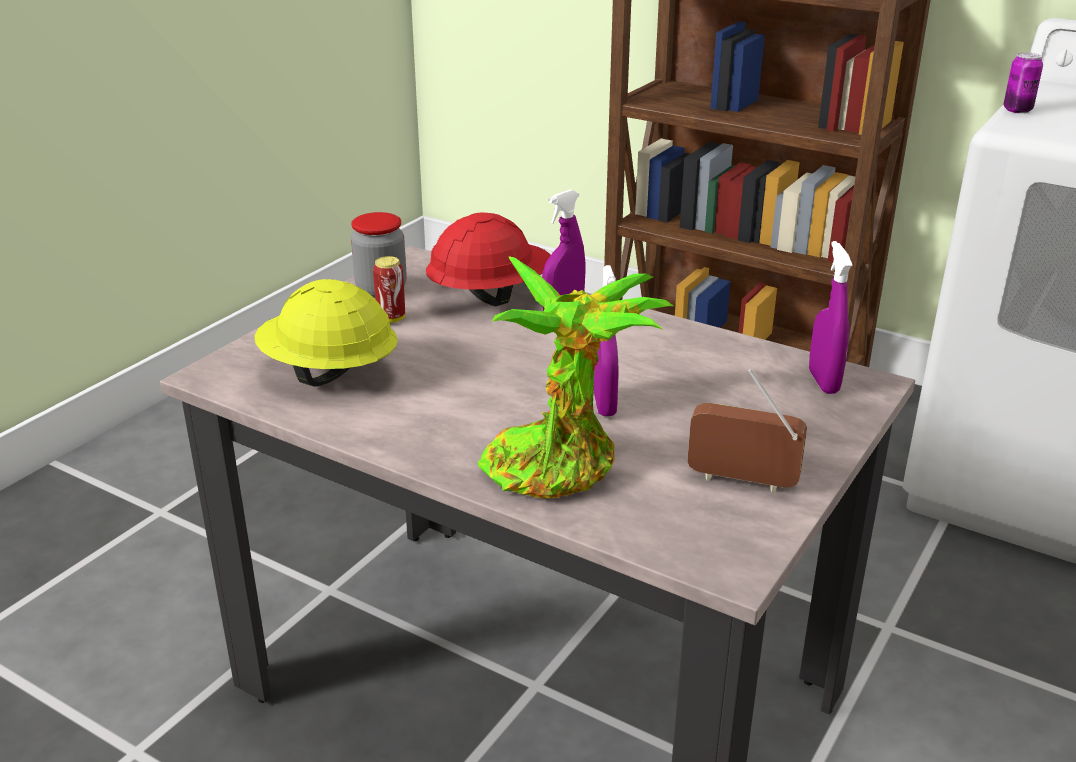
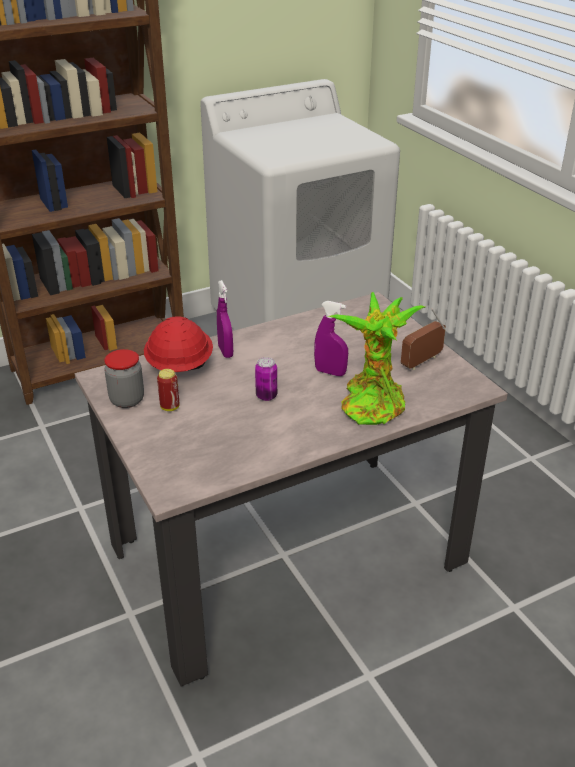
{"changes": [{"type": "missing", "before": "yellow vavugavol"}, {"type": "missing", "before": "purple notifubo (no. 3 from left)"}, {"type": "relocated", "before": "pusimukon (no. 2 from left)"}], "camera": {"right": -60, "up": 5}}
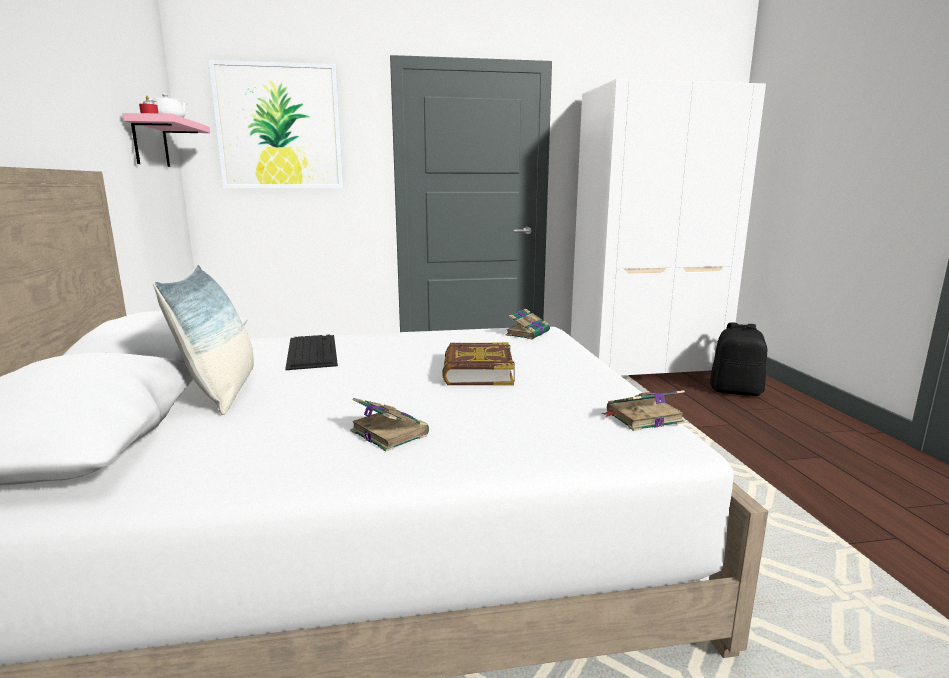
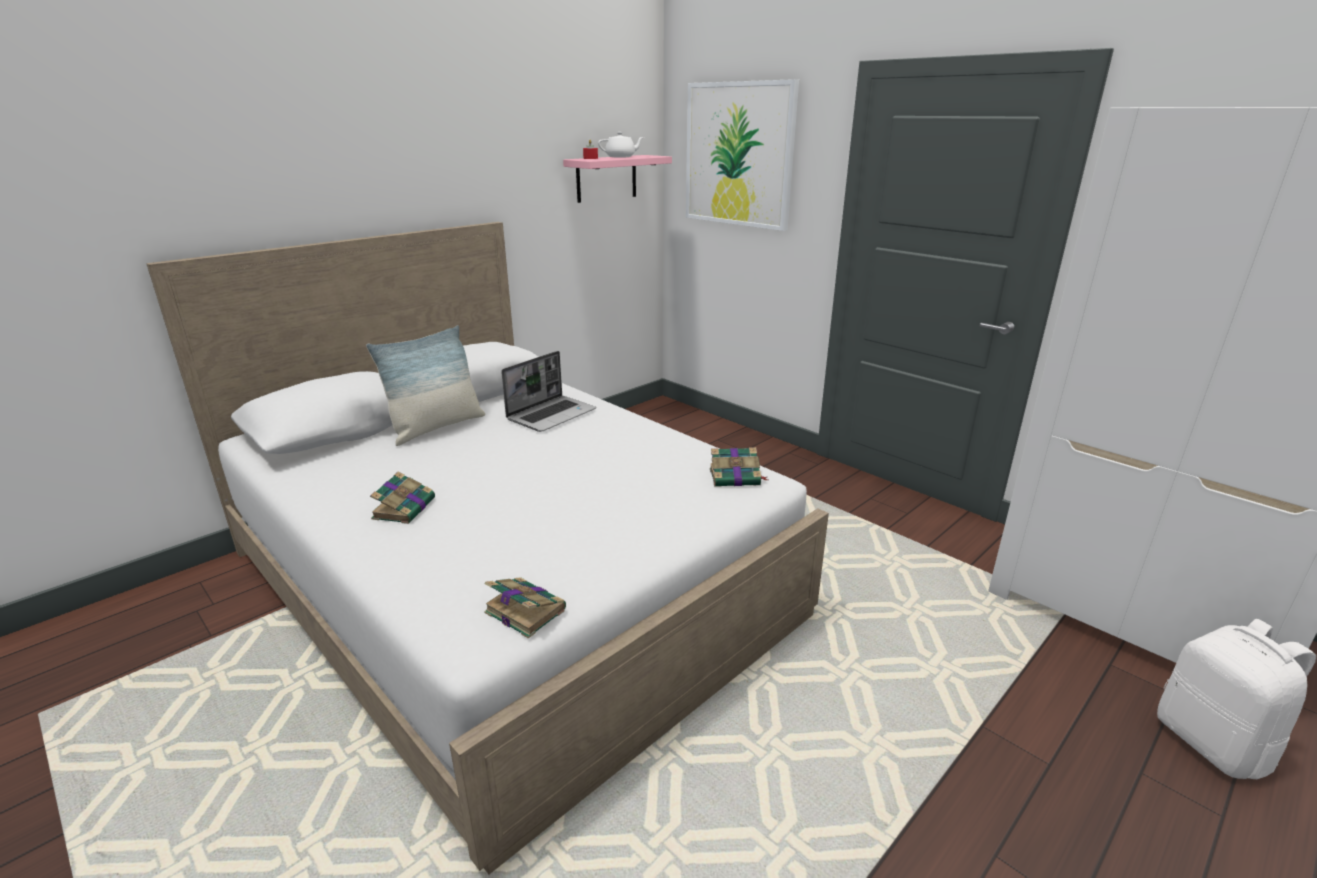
{"changes": [{"type": "missing", "before": "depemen (no. 2 from left)"}, {"type": "exchanged", "before": "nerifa", "after": "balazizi"}, {"type": "colour", "before": "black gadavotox", "after": "white gadavotox"}], "camera": {"right": 55, "up": 10}}
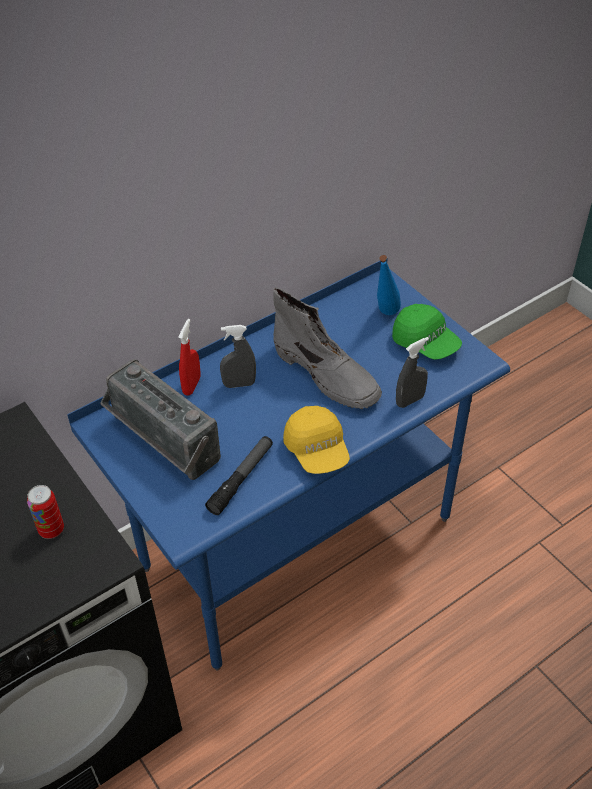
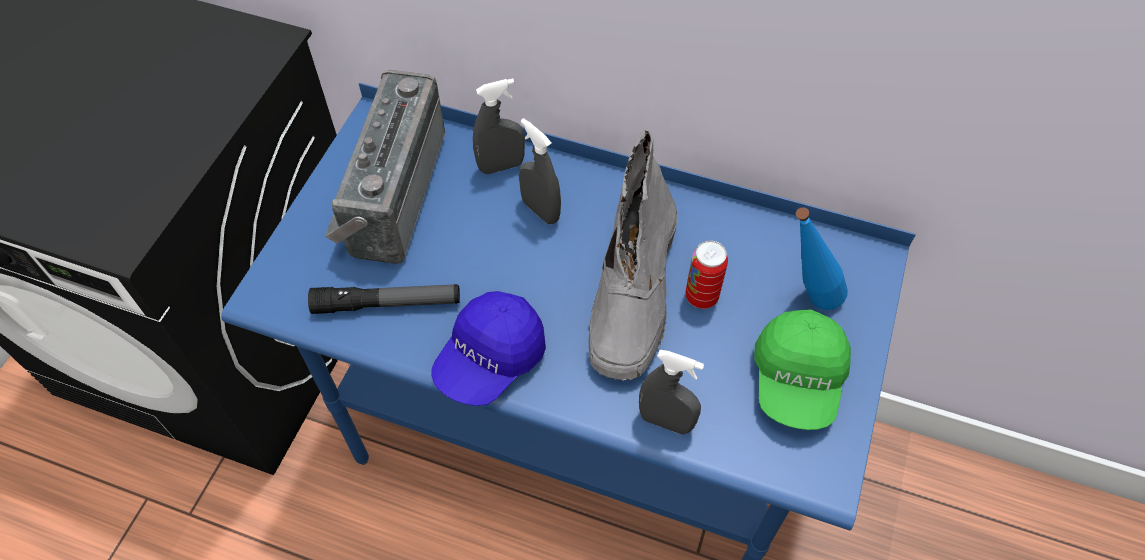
{"changes": [{"type": "relocated", "before": "pusimukon"}, {"type": "colour", "before": "red notifubo", "after": "grey notifubo (no. 1 from left)"}, {"type": "colour", "before": "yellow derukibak", "after": "blue derukibak"}], "camera": {"right": 55, "up": 10}}
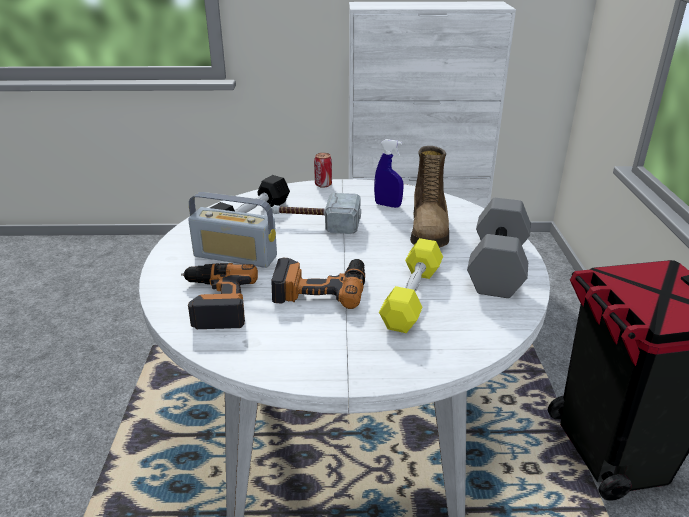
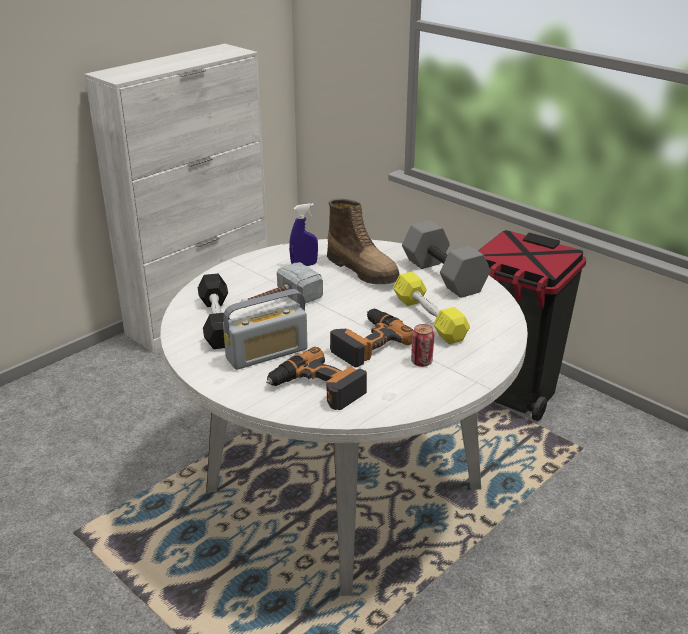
{"changes": [{"type": "relocated", "before": "pusimukon"}], "camera": {"right": -45, "up": 0}}
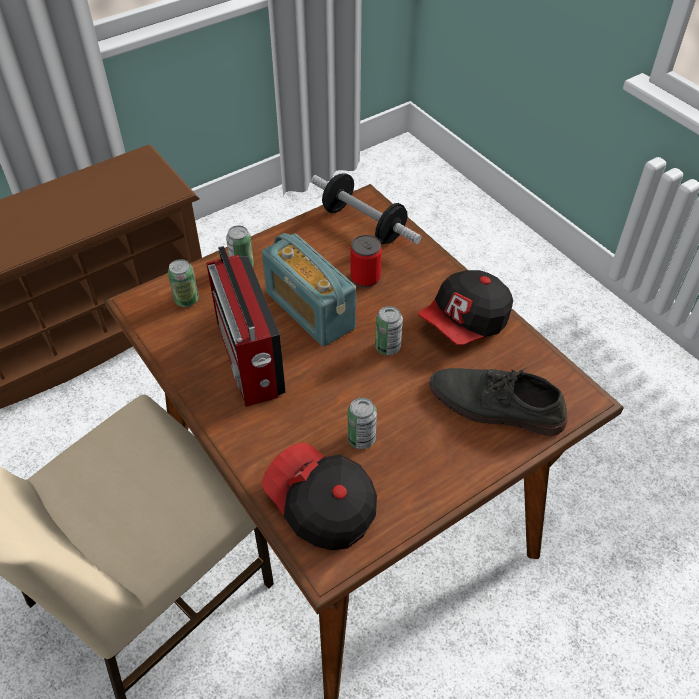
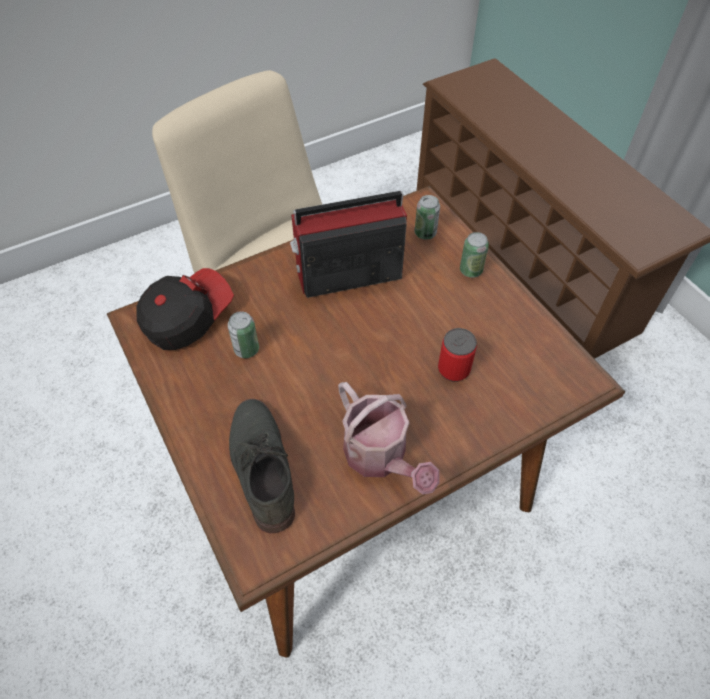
{"changes": [{"type": "missing", "before": "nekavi (no. 2 from left)"}, {"type": "missing", "before": "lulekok"}, {"type": "missing", "before": "pusimukon (no. 5 from left)"}, {"type": "exchanged", "before": "derukibak (no. 2 from left)", "after": "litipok"}, {"type": "spun", "before": "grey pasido", "turn": -45}], "camera": {"right": 95, "up": 5}}
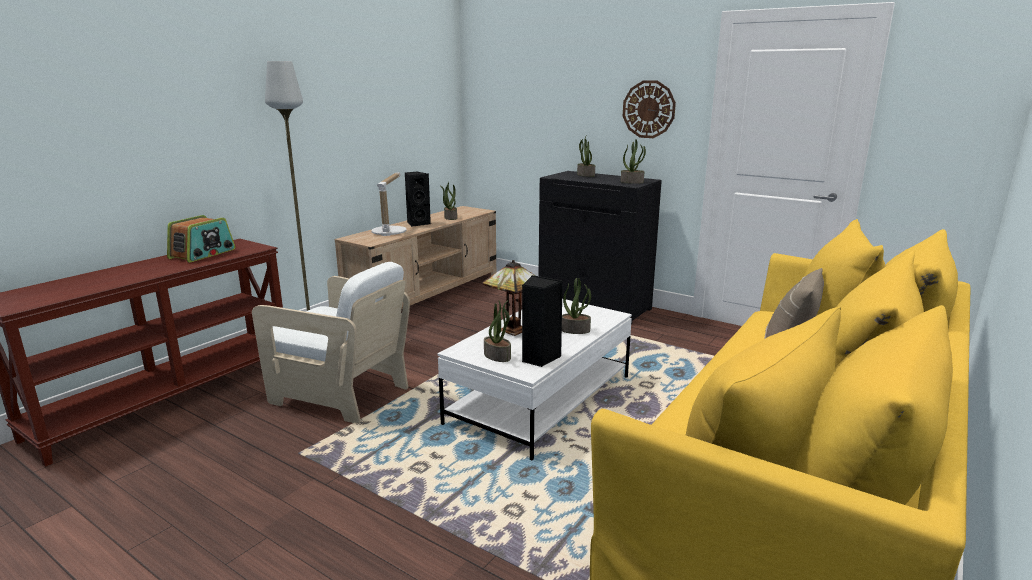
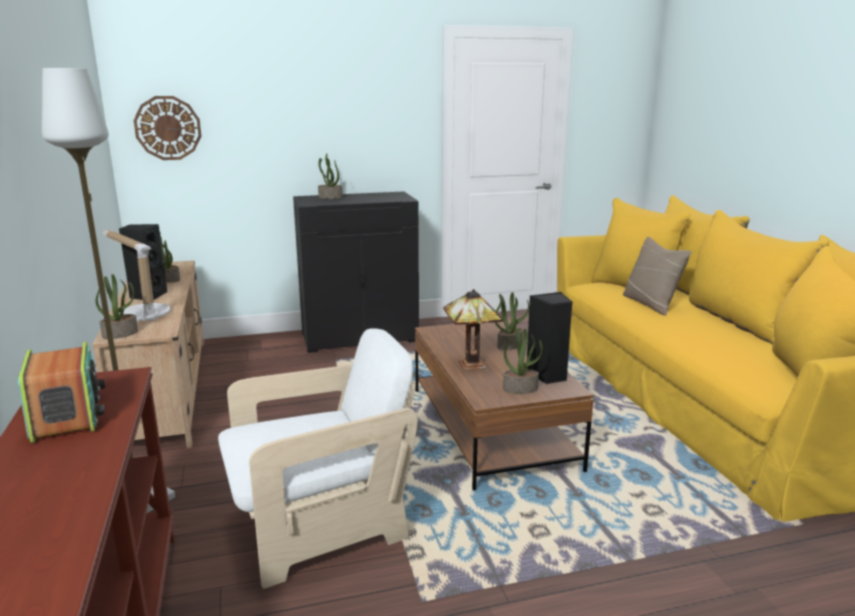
{"changes": [{"type": "relocated", "before": "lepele (no. 5 from left in the first image)", "after": "lepele (no. 1 from left)"}, {"type": "relocated", "before": "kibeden"}, {"type": "colour", "before": "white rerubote", "after": "brown rerubote"}], "camera": {"right": -50, "up": 0}}
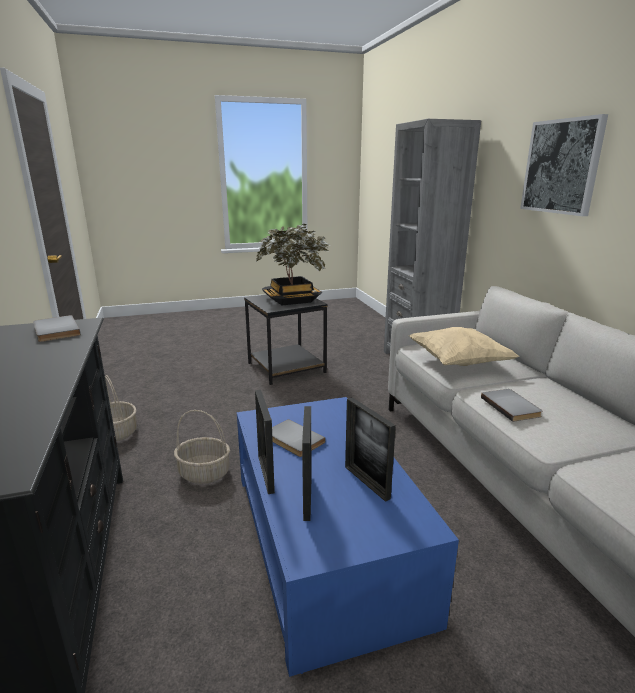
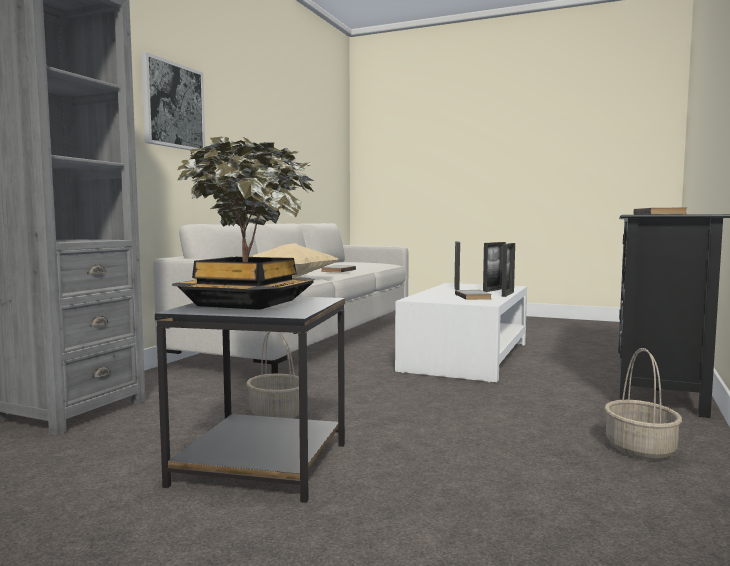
{"changes": [{"type": "relocated", "before": "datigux (no. 2 from left in the first image)", "after": "datigux (no. 1 from left)"}, {"type": "colour", "before": "blue rerubote", "after": "white rerubote"}], "camera": {"right": -140, "up": -15}}
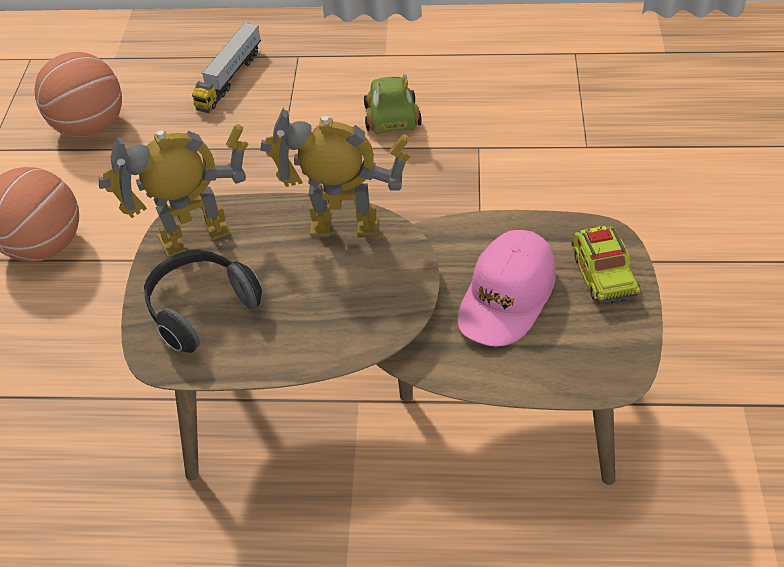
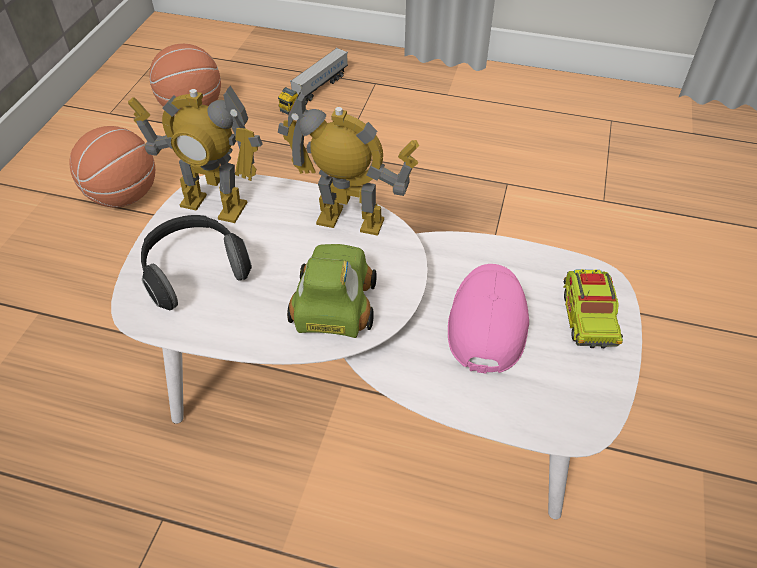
{"changes": [{"type": "relocated", "before": "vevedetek"}, {"type": "colour", "before": "brown rerubote", "after": "white rerubote"}, {"type": "spun", "before": "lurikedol (no. 1 from left)", "turn": -150}, {"type": "spun", "before": "pink derukibak", "turn": 150}], "camera": {"right": 10, "up": 0}}
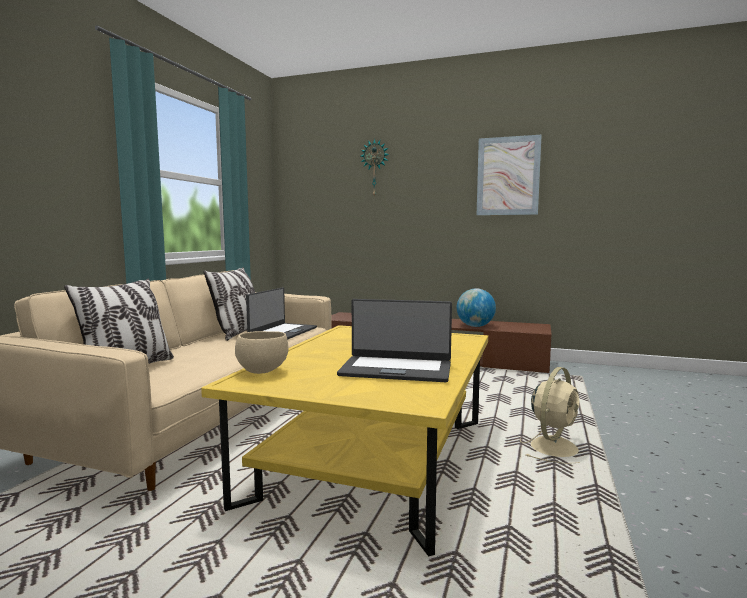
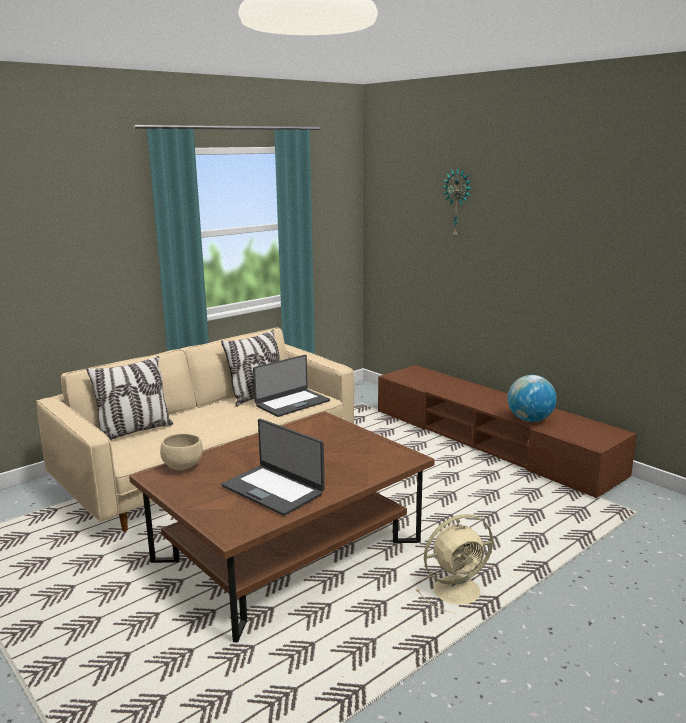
{"changes": [{"type": "missing", "before": "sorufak"}, {"type": "colour", "before": "yellow rerubote", "after": "brown rerubote"}], "camera": {"right": 30, "up": 10}}
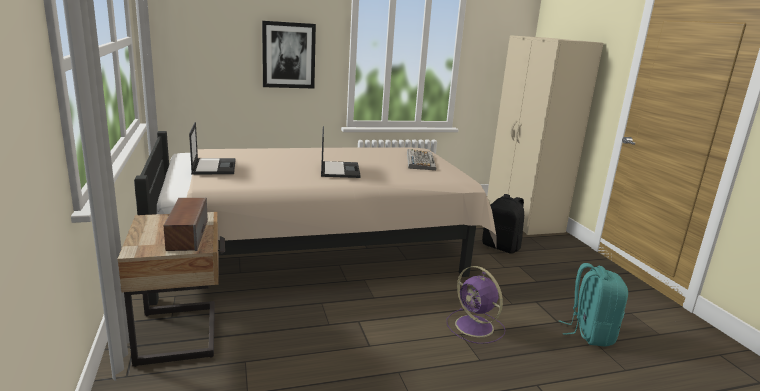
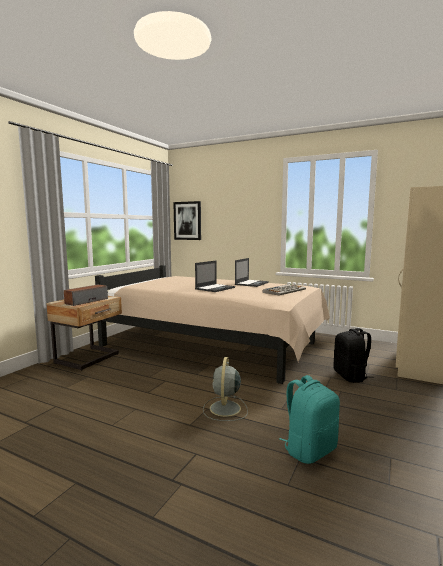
{"changes": [{"type": "relocated", "before": "balazizi (no. 1 from left in the first image)", "after": "balazizi (no. 2 from left)"}, {"type": "relocated", "before": "sorufak"}, {"type": "colour", "before": "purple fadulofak", "after": "grey fadulofak"}], "camera": {"right": 45, "up": -10}}
